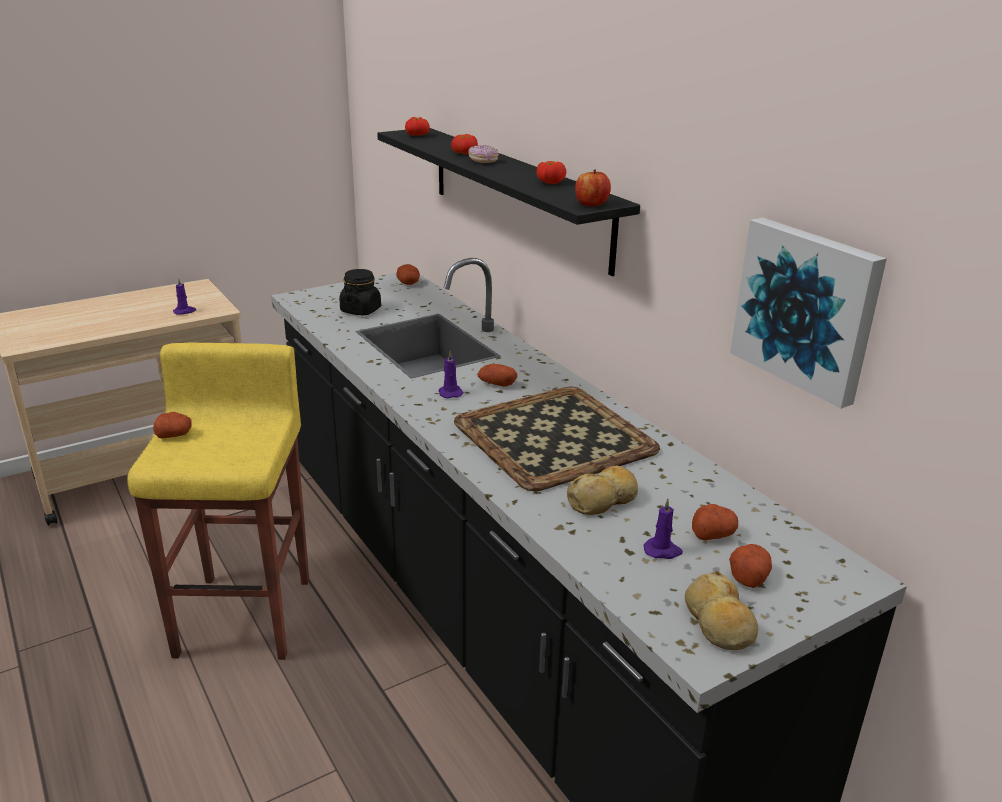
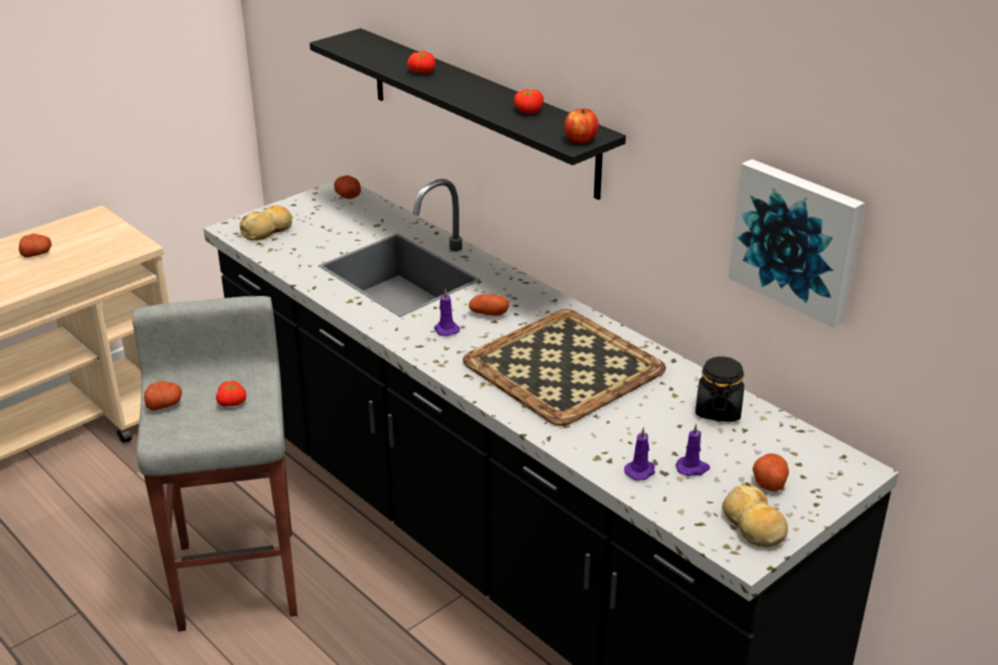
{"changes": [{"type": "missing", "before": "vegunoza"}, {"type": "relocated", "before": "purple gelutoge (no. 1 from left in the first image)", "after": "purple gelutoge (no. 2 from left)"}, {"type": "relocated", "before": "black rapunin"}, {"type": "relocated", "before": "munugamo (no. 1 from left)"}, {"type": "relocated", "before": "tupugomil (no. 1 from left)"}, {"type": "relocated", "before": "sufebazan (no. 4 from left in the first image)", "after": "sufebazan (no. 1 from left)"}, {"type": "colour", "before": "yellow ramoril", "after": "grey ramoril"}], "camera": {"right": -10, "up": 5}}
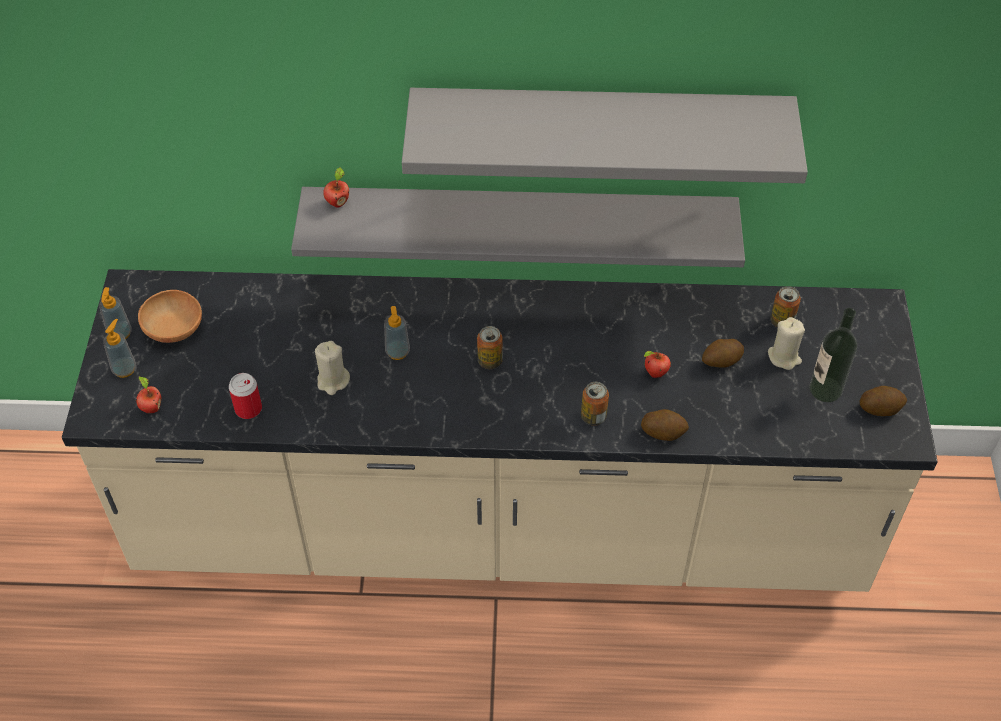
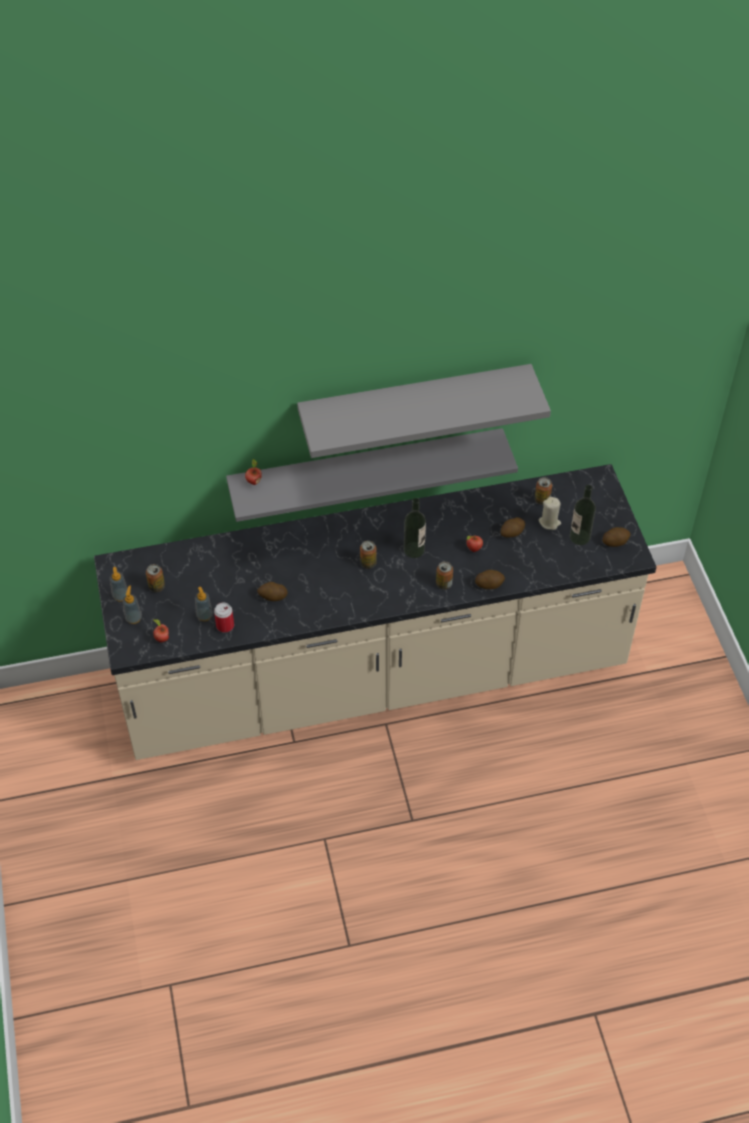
{"changes": [{"type": "appeared", "after": "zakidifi (no. 1 from left)"}, {"type": "relocated", "before": "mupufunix (no. 3 from left)"}, {"type": "exchanged", "before": "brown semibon", "after": "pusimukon (no. 1 from left)"}, {"type": "exchanged", "before": "beige gelutoge (no. 1 from left)", "after": "sufebazan (no. 1 from left)"}], "camera": {"right": -15, "up": 0}}
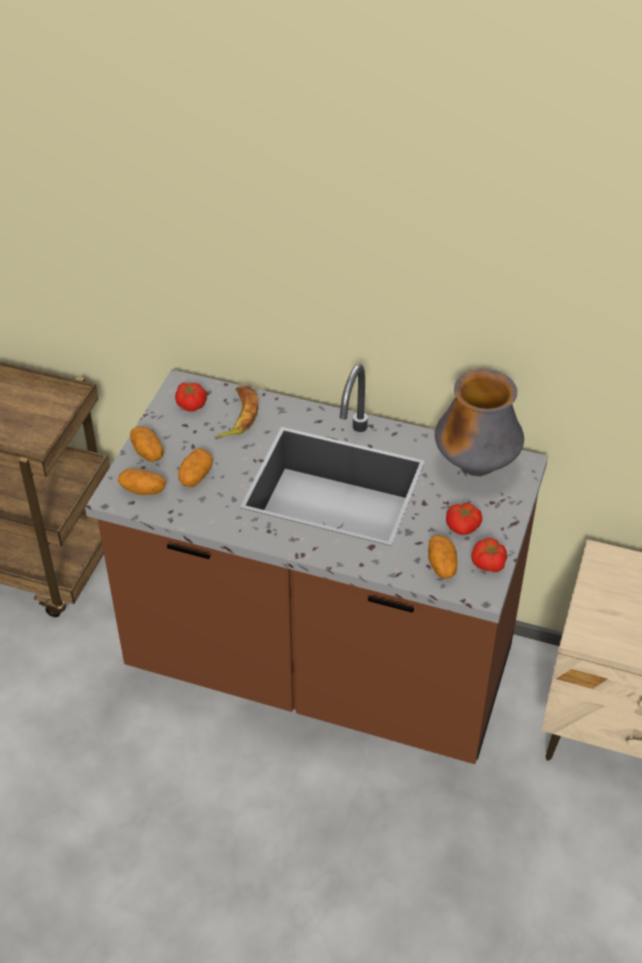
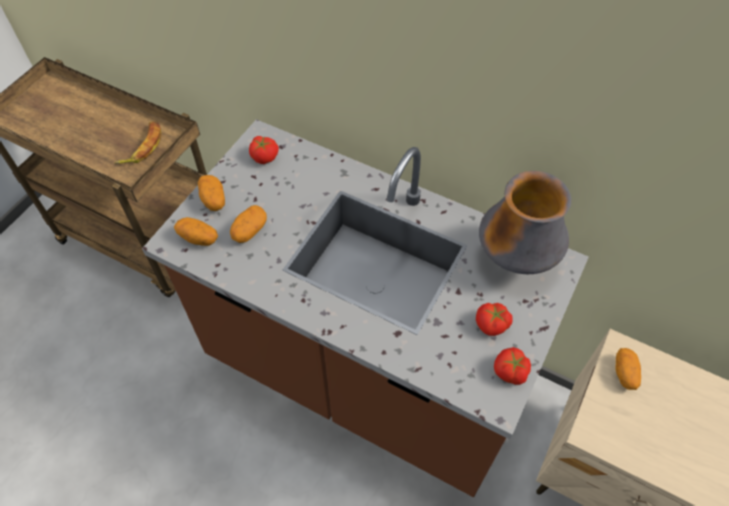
{"changes": [{"type": "relocated", "before": "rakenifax"}, {"type": "relocated", "before": "sufebazan (no. 4 from left)"}], "camera": {"right": 10, "up": 10}}
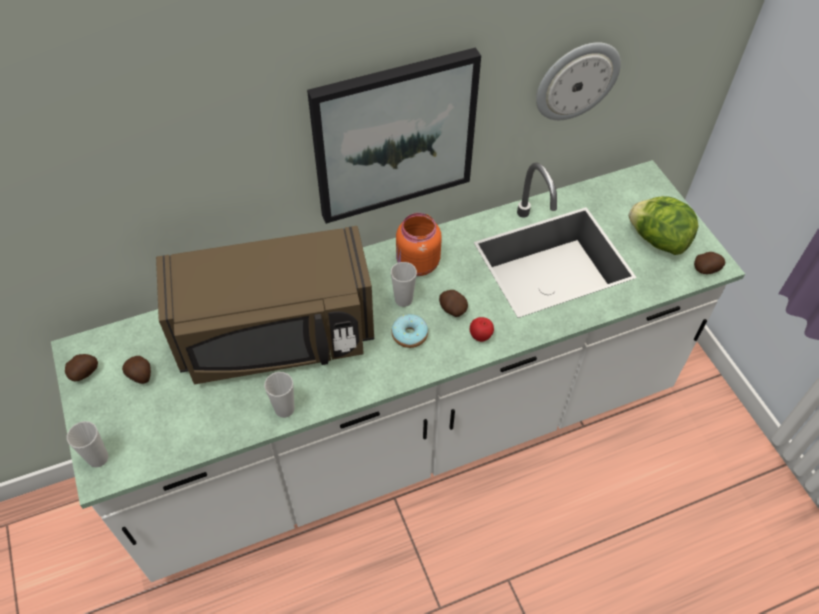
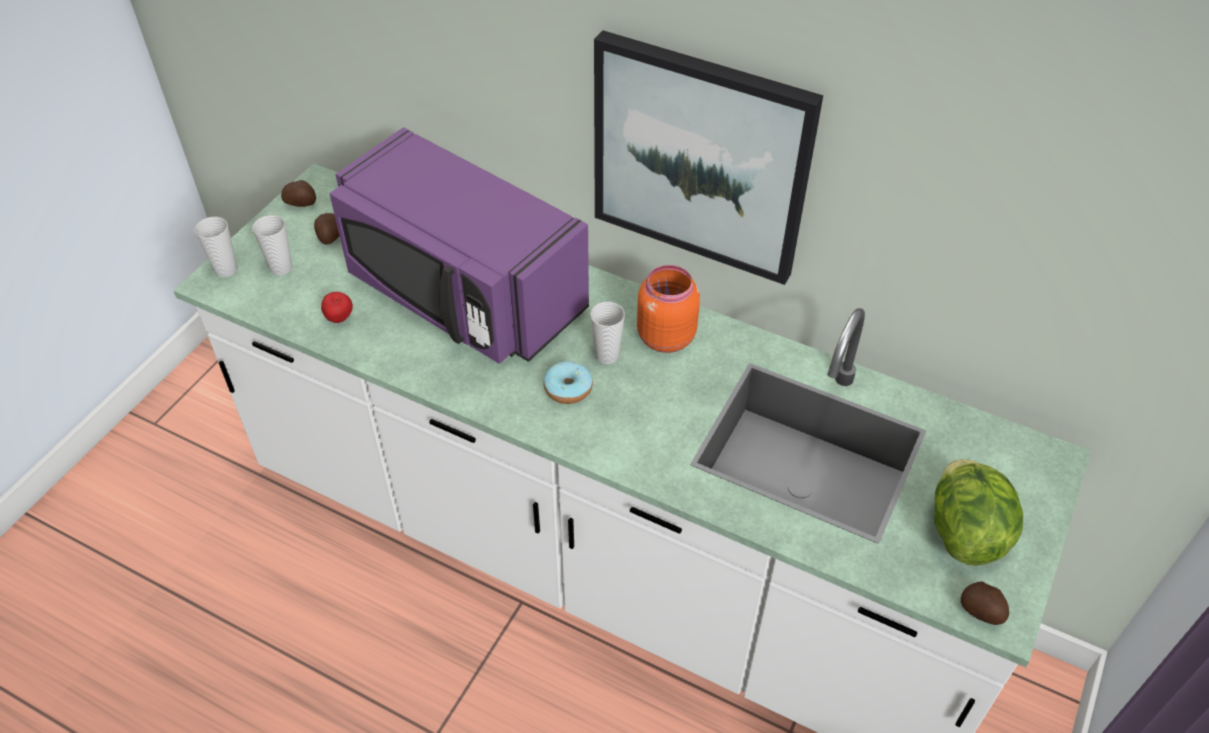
{"changes": [{"type": "missing", "before": "sufebazan (no. 3 from left)"}, {"type": "missing", "before": "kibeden"}, {"type": "relocated", "before": "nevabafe (no. 2 from left)"}, {"type": "relocated", "before": "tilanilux"}, {"type": "colour", "before": "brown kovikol", "after": "purple kovikol"}], "camera": {"right": 50, "up": -5}}
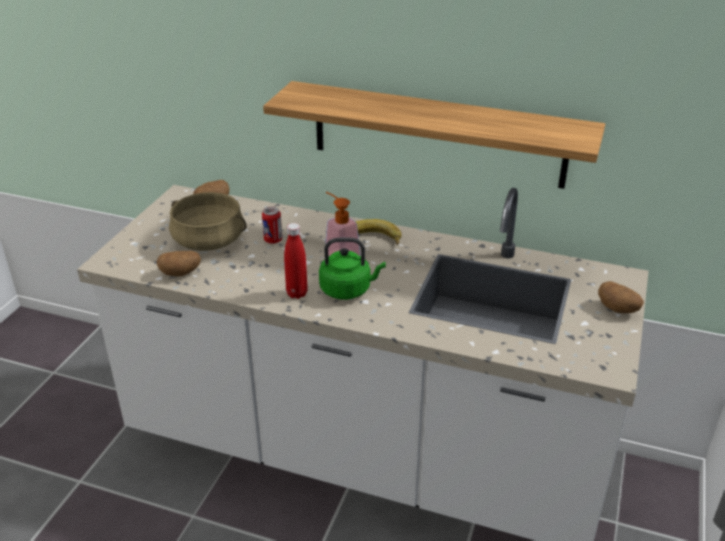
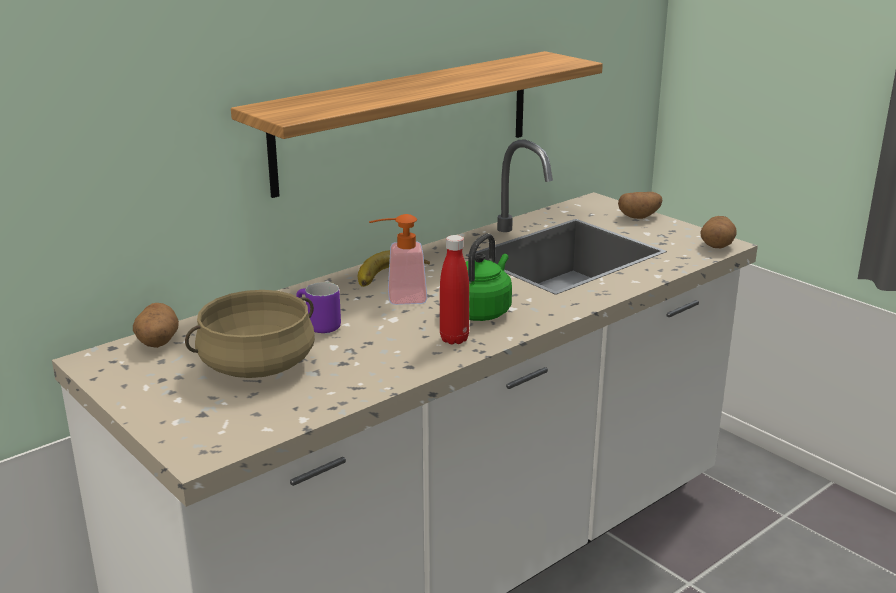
{"changes": [{"type": "relocated", "before": "sufebazan (no. 1 from left in the first image)", "after": "sufebazan (no. 3 from left)"}, {"type": "exchanged", "before": "pusimukon", "after": "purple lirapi"}], "camera": {"right": -60, "up": -10}}
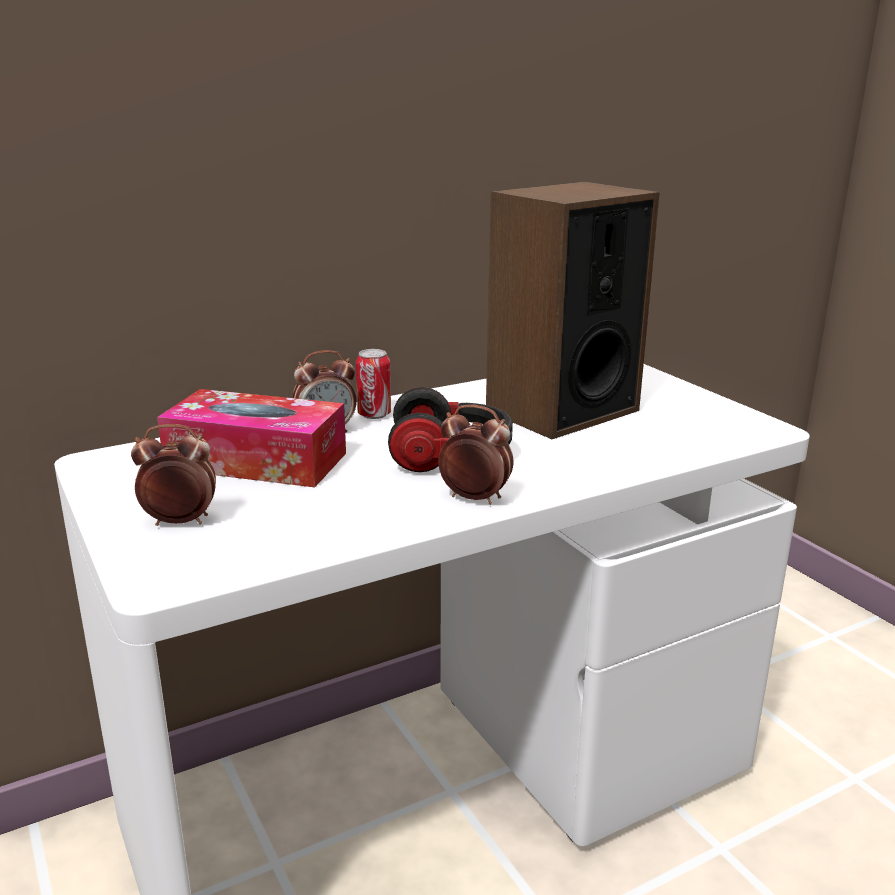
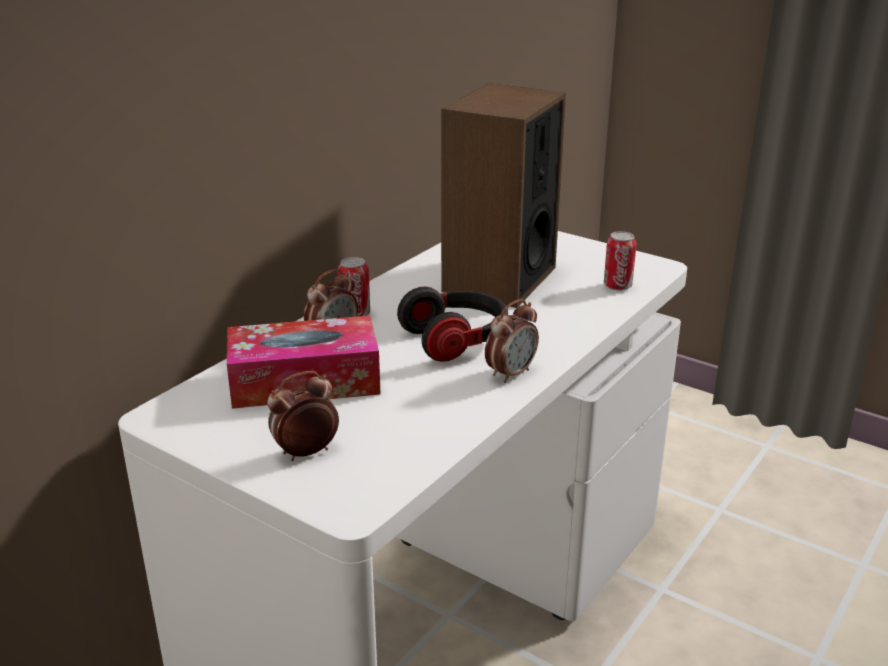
{"changes": [{"type": "appeared", "after": "pusimukon (no. 2 from left)"}, {"type": "spun", "before": "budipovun (no. 3 from left)", "turn": 135}], "camera": {"right": -25, "up": 5}}
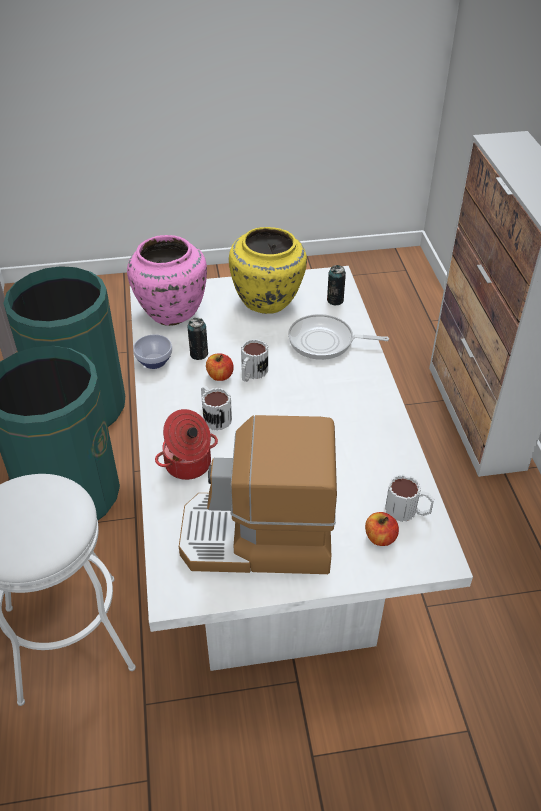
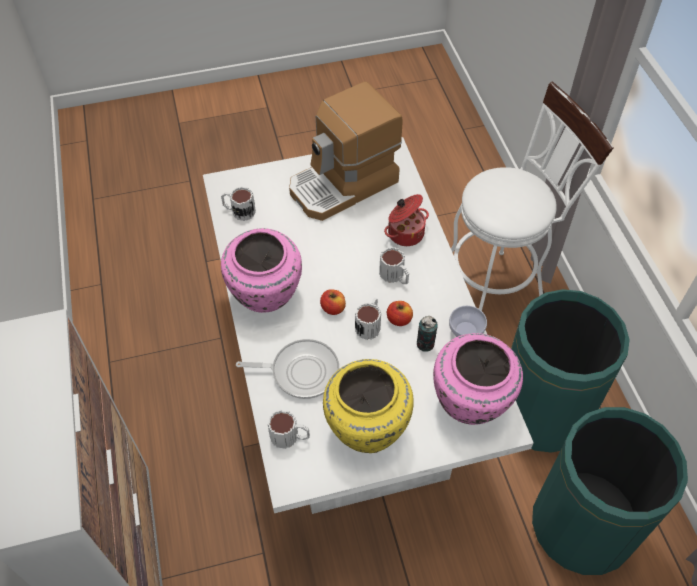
{"changes": [{"type": "appeared", "after": "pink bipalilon (no. 1 from left)"}, {"type": "relocated", "before": "tilanilux (no. 2 from left in the first image)", "after": "tilanilux (no. 1 from left)"}, {"type": "exchanged", "before": "pusimukon (no. 2 from left)", "after": "lirapi (no. 2 from left)"}, {"type": "spun", "before": "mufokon", "turn": 150}], "camera": {"right": 175, "up": 10}}
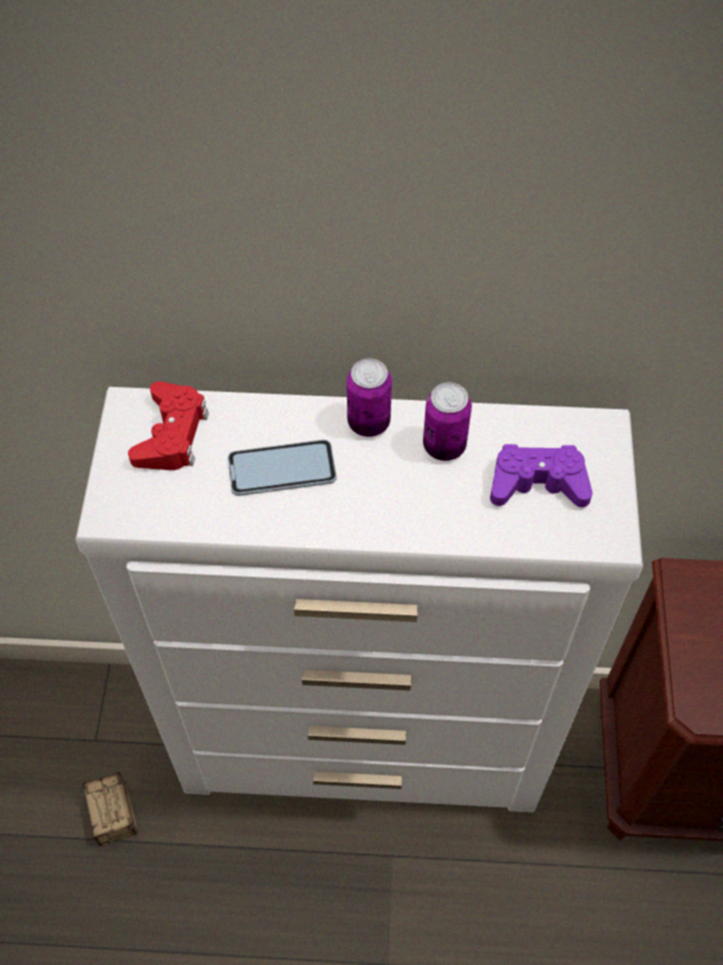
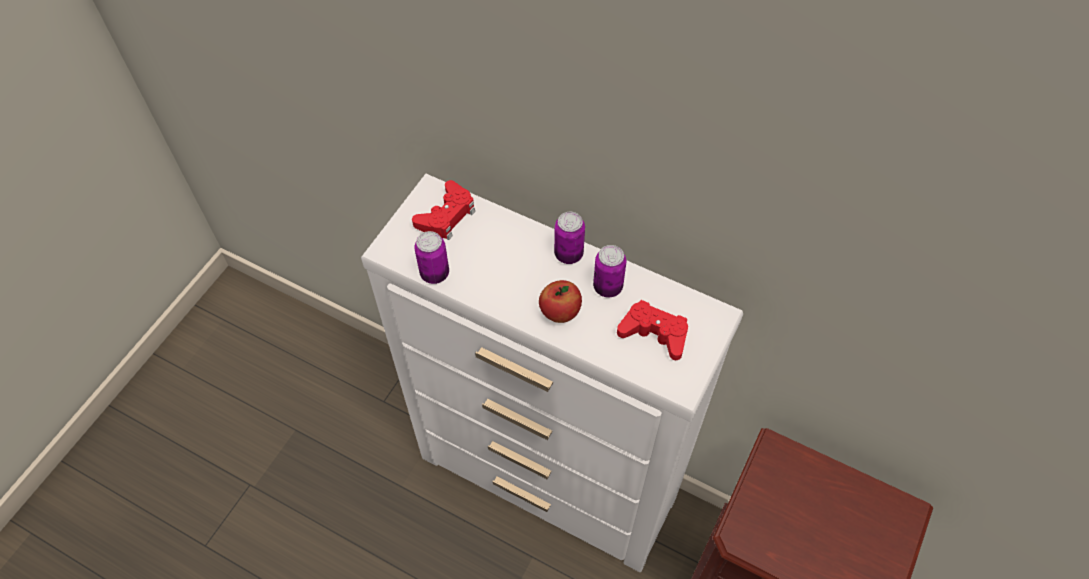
{"changes": [{"type": "missing", "before": "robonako"}, {"type": "missing", "before": "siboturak"}, {"type": "appeared", "after": "pusimukon (no. 1 from left)"}, {"type": "appeared", "after": "tilanilux"}, {"type": "colour", "before": "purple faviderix", "after": "red faviderix (no. 2 from left)"}], "camera": {"right": 25, "up": 0}}
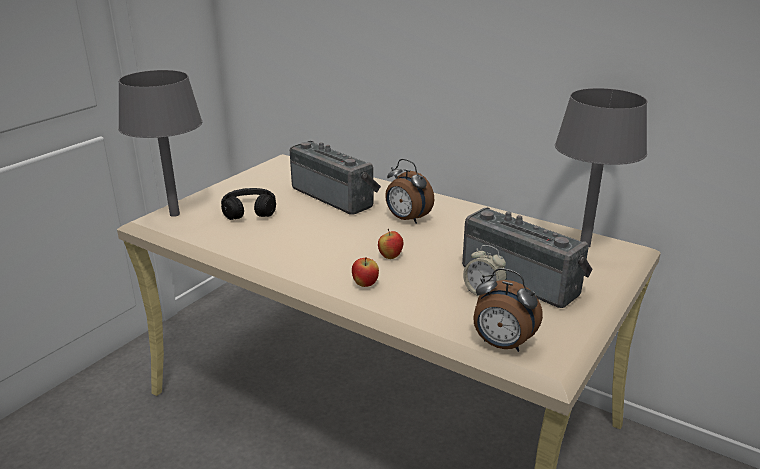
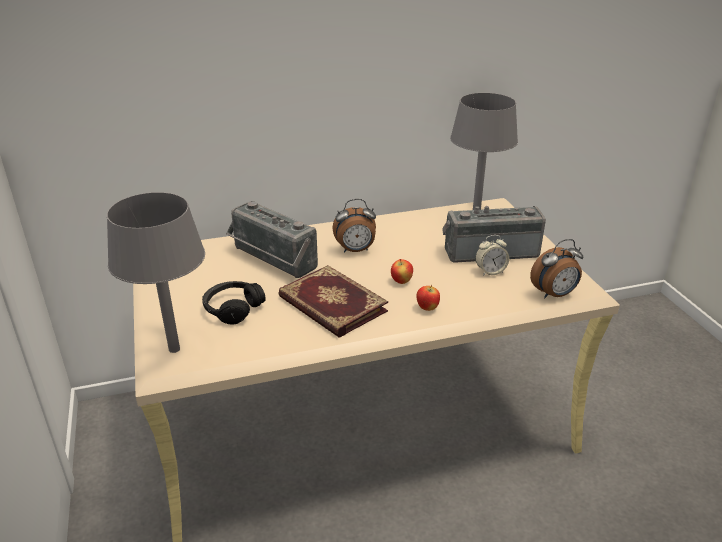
{"changes": [{"type": "appeared", "after": "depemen"}, {"type": "spun", "before": "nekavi (no. 1 from left)", "turn": -135}], "camera": {"right": -50, "up": 5}}
